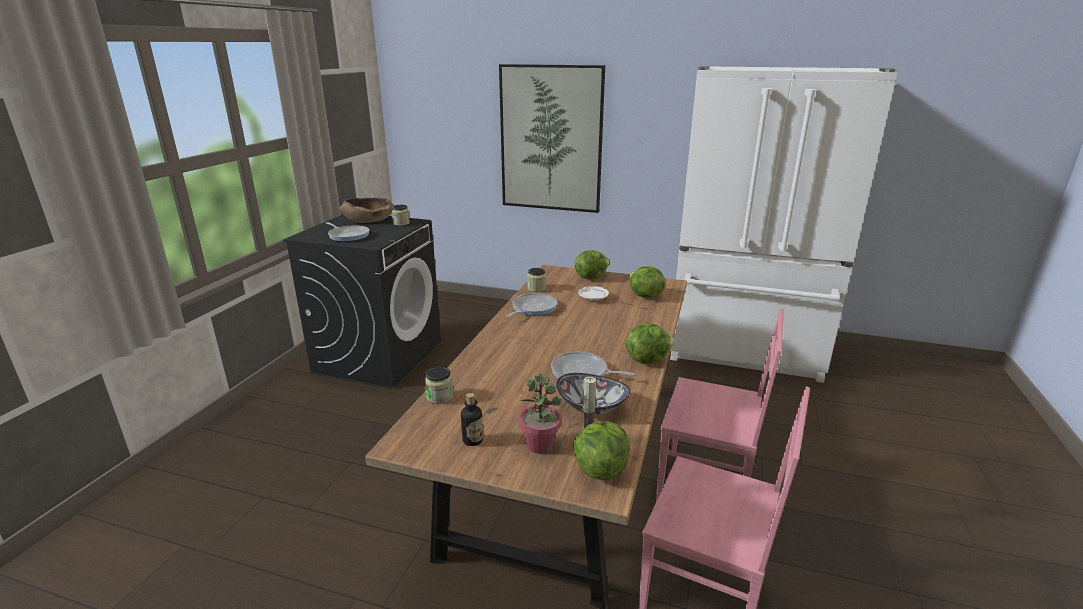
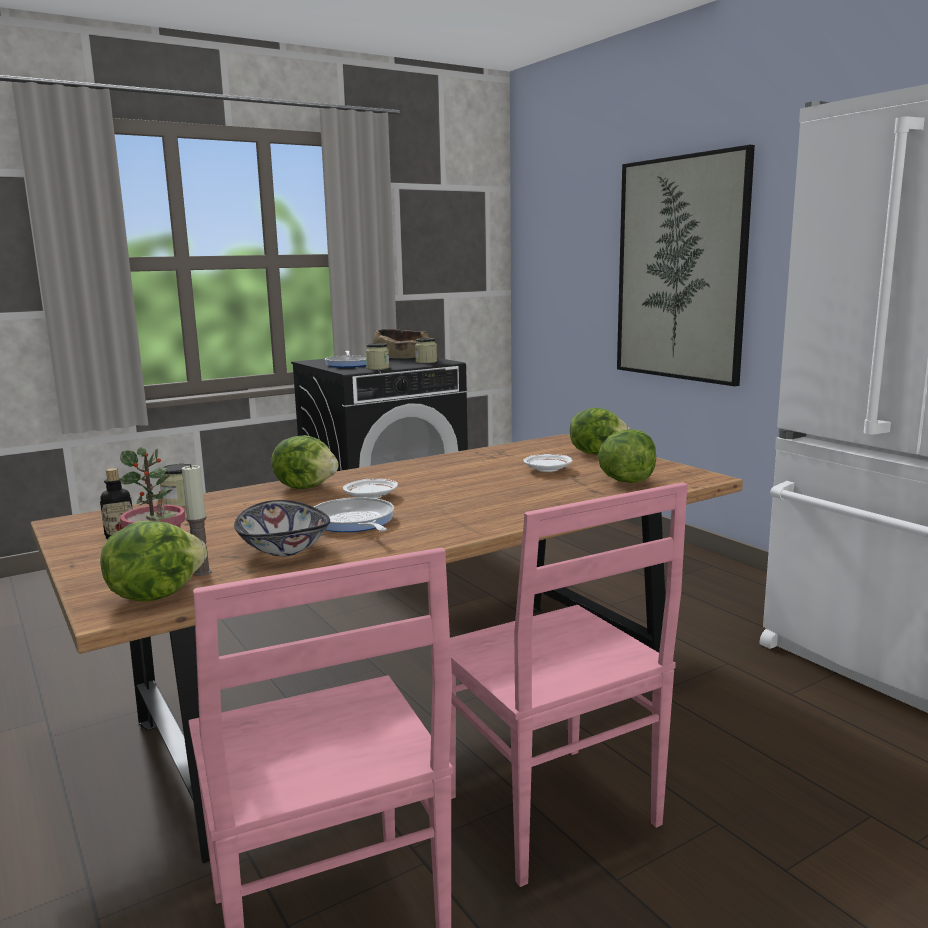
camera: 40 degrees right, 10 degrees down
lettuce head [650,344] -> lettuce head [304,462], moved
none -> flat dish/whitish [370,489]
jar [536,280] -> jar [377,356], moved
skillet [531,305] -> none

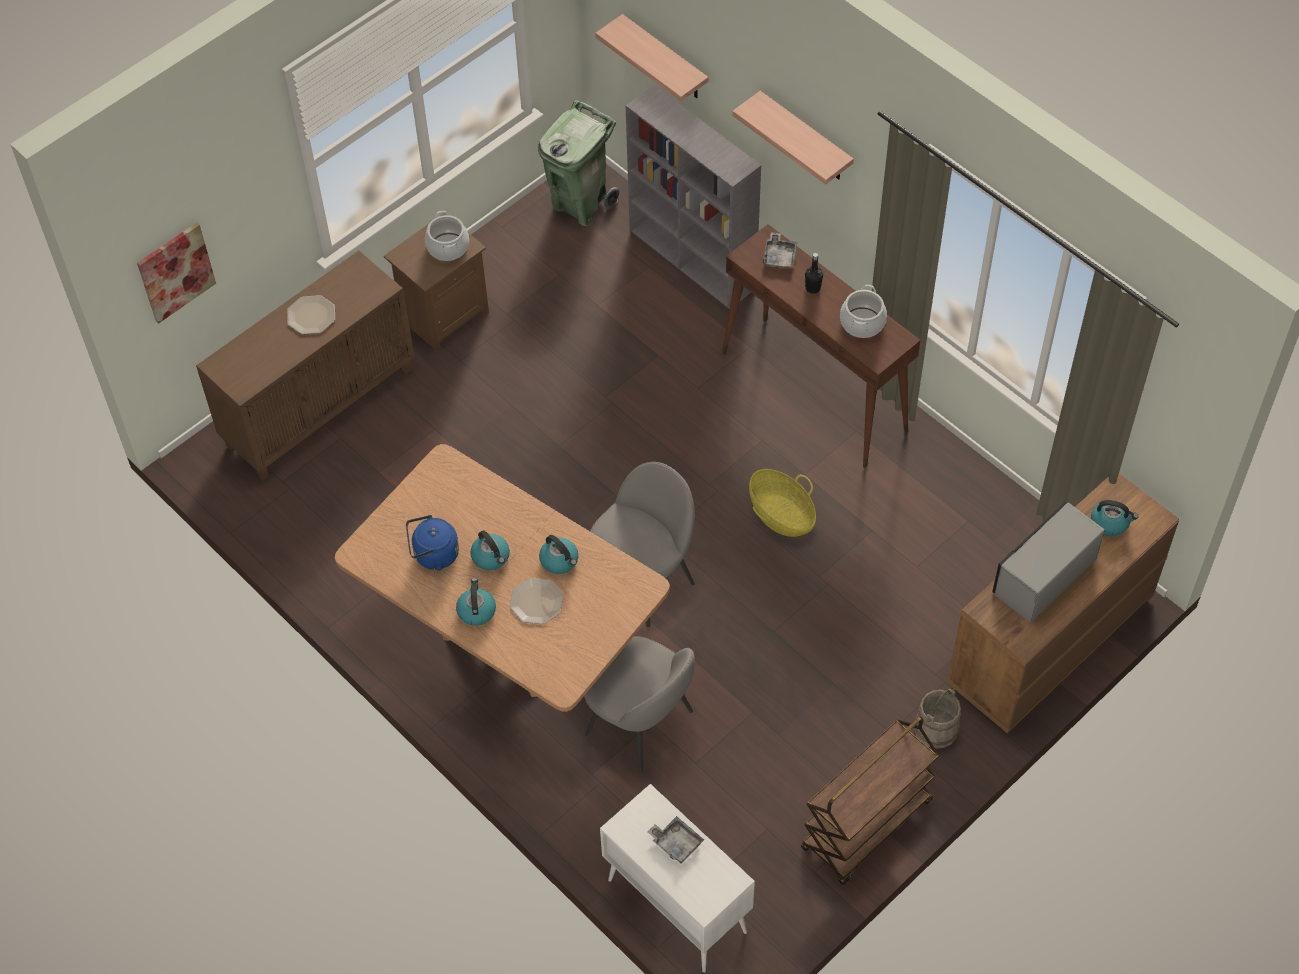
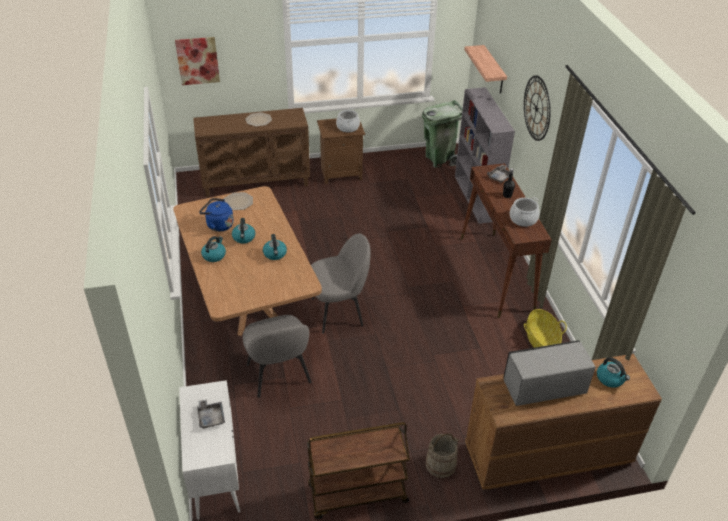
camera: 30 degrees right, 15 degrees down
flat dish [537,601] -> flat dish [238,201], moved
wall shelf [793,138] -> clock on the wall [537,108]
household basket [782,503] -> household basket [545,328], moved

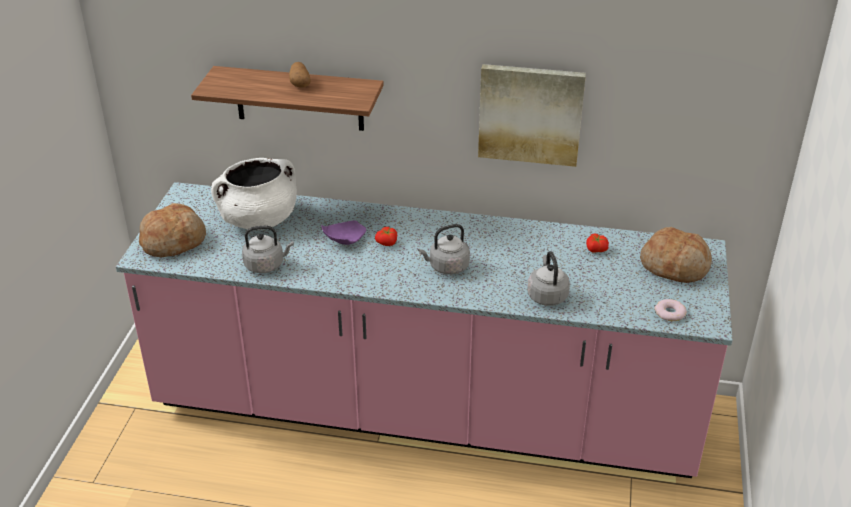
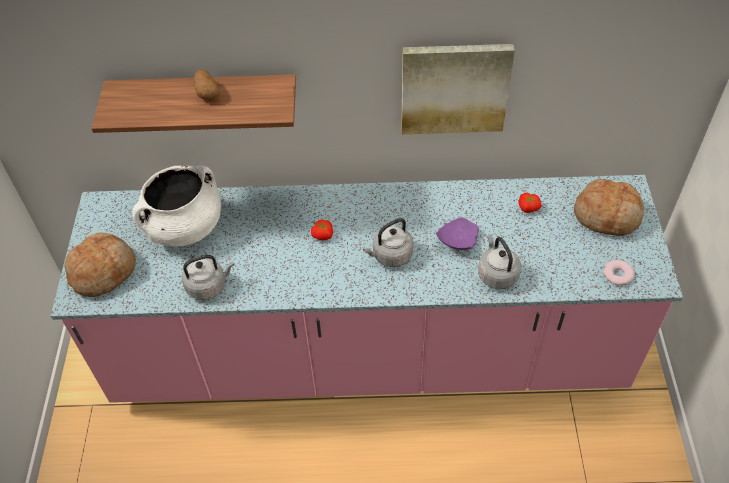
camera: 10 degrees left, 15 degrees up
flat dish/purplish [344,232] -> flat dish/purplish [457,233], moved

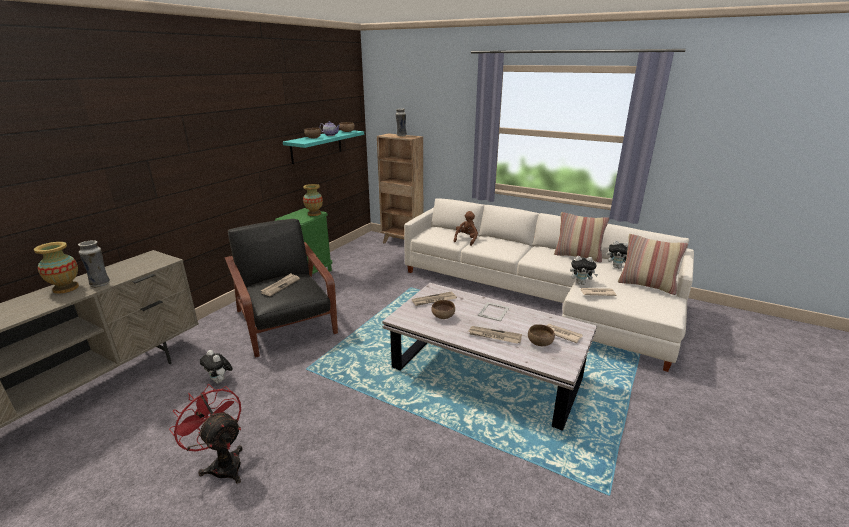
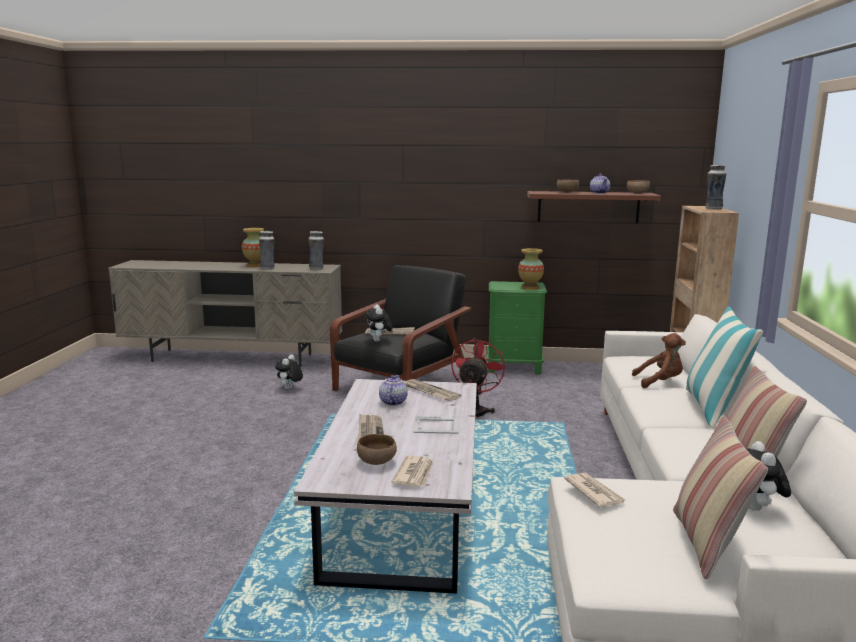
camera: 65 degrees right, 10 degrees down
none -> decorative vase [316,250]
soft toy [584,270] -> soft toy [378,323], moved
serving bowl/brownish [443,309] -> pot for tea [393,390]
cooling fan/reddish [206,434] -> cooling fan/reddish [478,378], moved
wall shelf/blue-green [323,147] -> wall shelf/brownish [594,207]
none -> cushion [724,367]

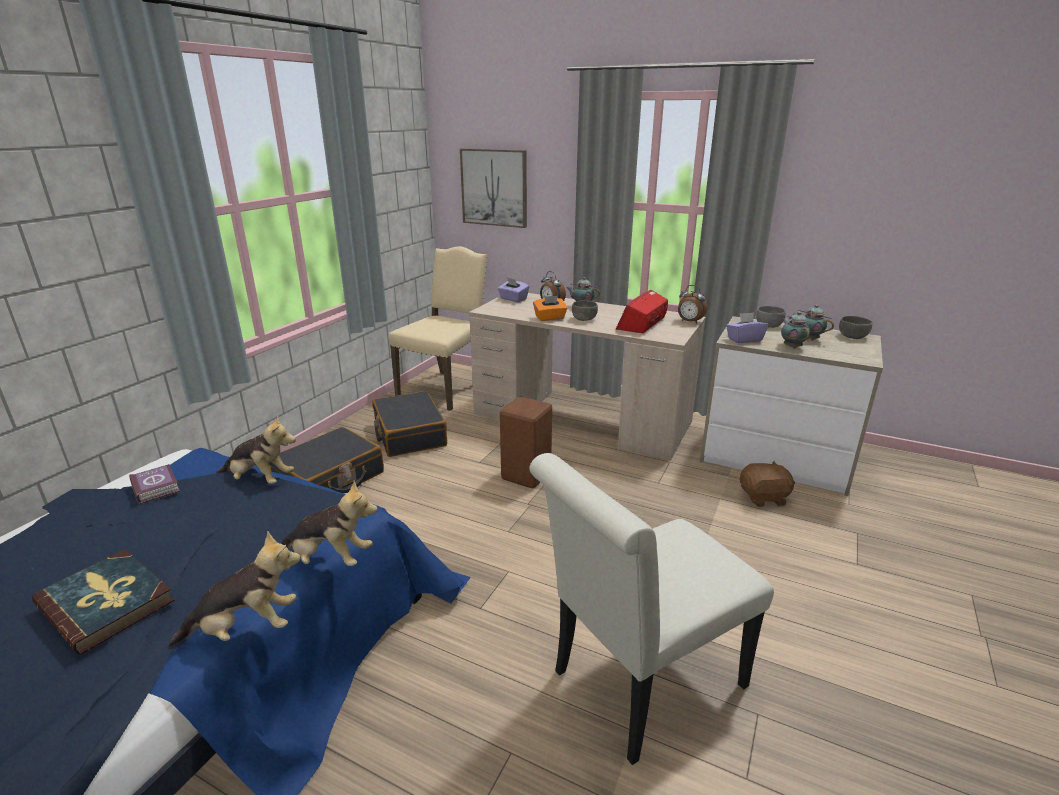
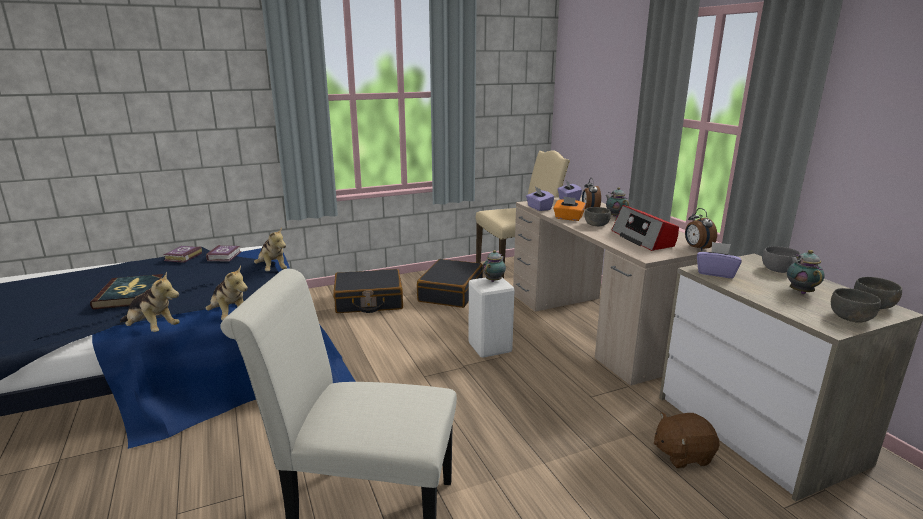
camera: 40 degrees right, 5 degrees down
none -> volume [182,254]
stool/brownish [526,442] -> stool/whitish [491,318]
pot for tea [795,330] -> pot for tea [494,266], moved
none -> tissue box/purplish [540,199]
radio set [641,311] -> radio set [645,228], 90 degrees counterclockwise
soft toy/brownish [767,484] -> soft toy/brownish [686,440], 135 degrees clockwise
none -> serving bowl/gray [856,305]
picture [493,188] -> none

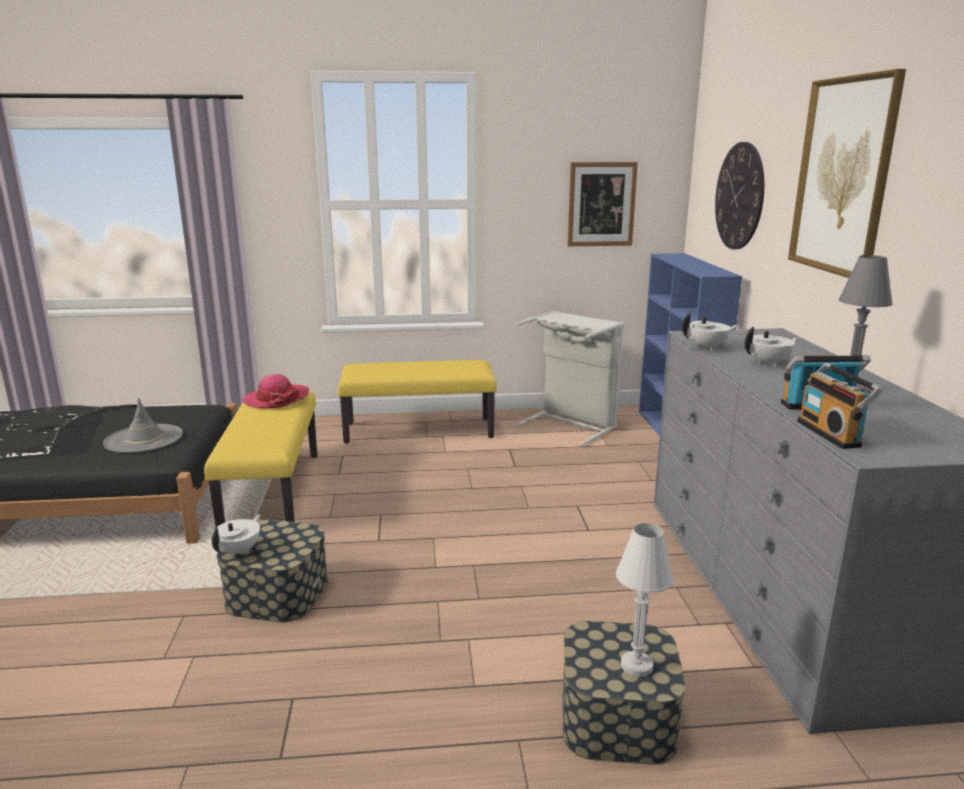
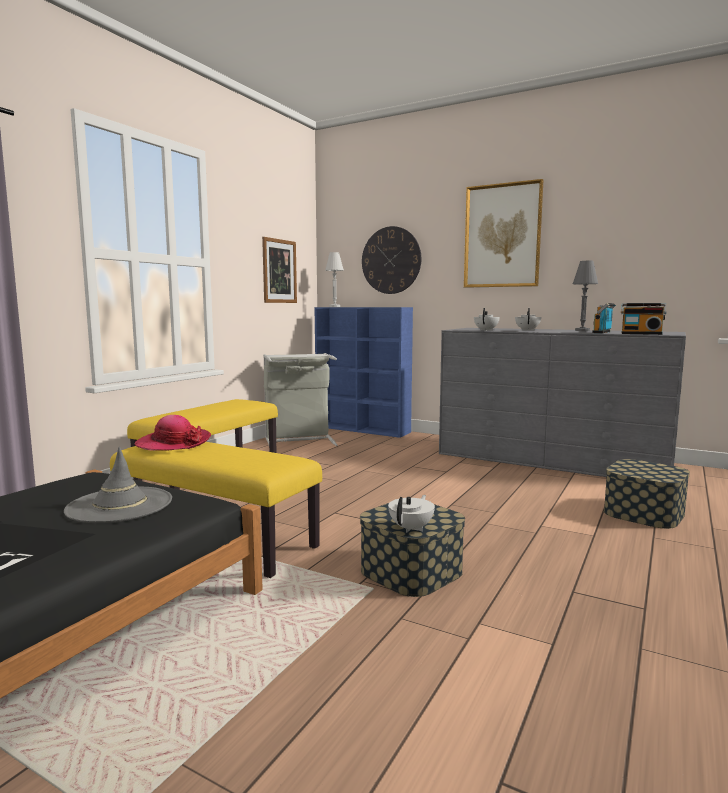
camera: 55 degrees left, 10 degrees down
lamp for a table/whitish [645,600] -> lamp for a table/whitish [334,279], moved
pot for tea/whitish [236,535] -> pot for tea/whitish [411,514], 60 degrees clockwise

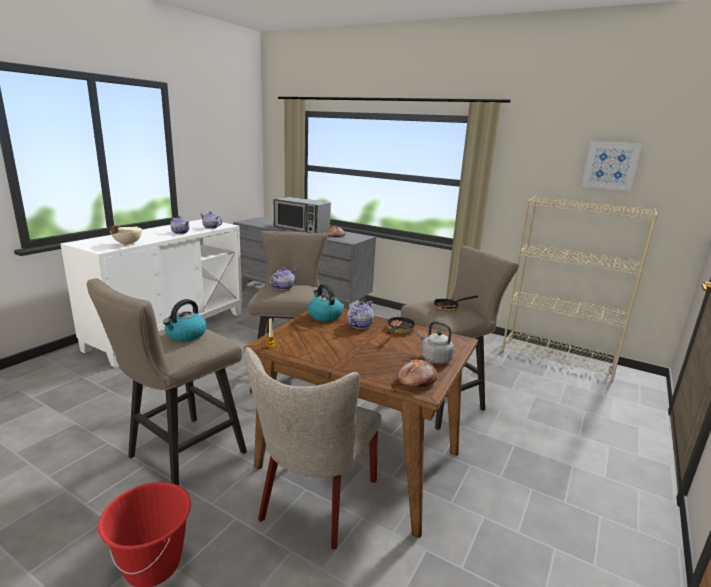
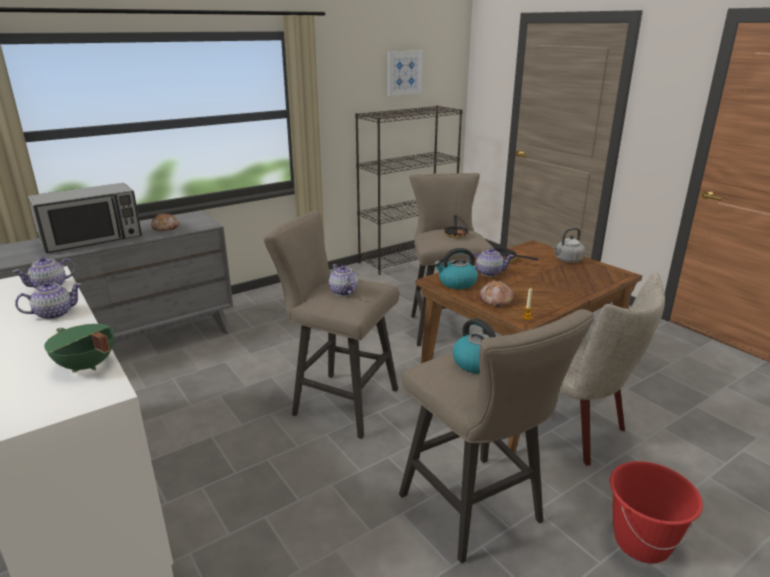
camera: 65 degrees left, 5 degrees up
saucepot/beige-coloured [126,235] -> saucepot/green-coloured [79,348]
shelving unit/beige-coloured [580,288] -> shelving unit/black-coloured [409,190]
pot for tea [360,315] -> pot for tea [490,262], 135 degrees clockwise
bread [417,373] -> bread [497,293], moved

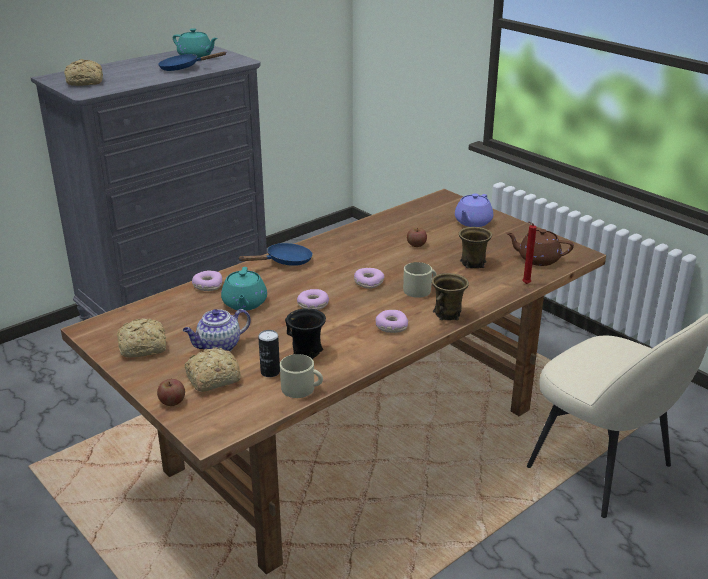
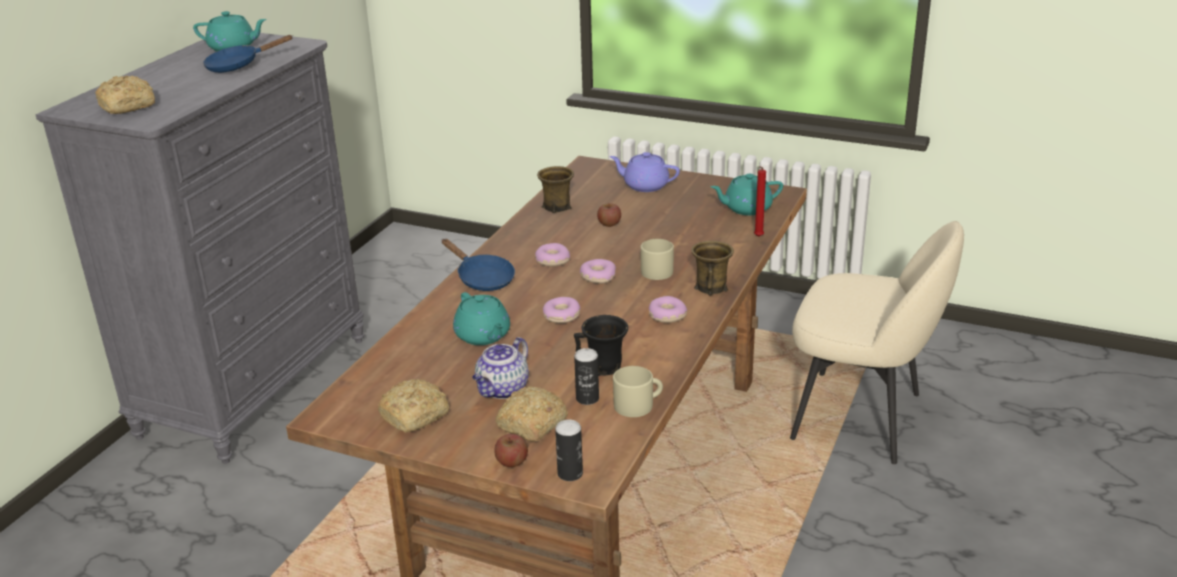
camera: 25 degrees left, 0 degrees up
skillet/blue-coloured [276,254] -> skillet/blue-coloured [478,265], 105 degrees clockwise
doughnut [207,281] -> doughnut [552,255], moved
coffee mug/brownish [475,247] -> coffee mug/brownish [555,189], moved
none -> can [569,450]
pot for tea/purplish [474,210] -> pot for tea/purplish [644,172], 105 degrees clockwise
pot for tea/brownish [540,247] -> pot for tea/blue-green [746,194]

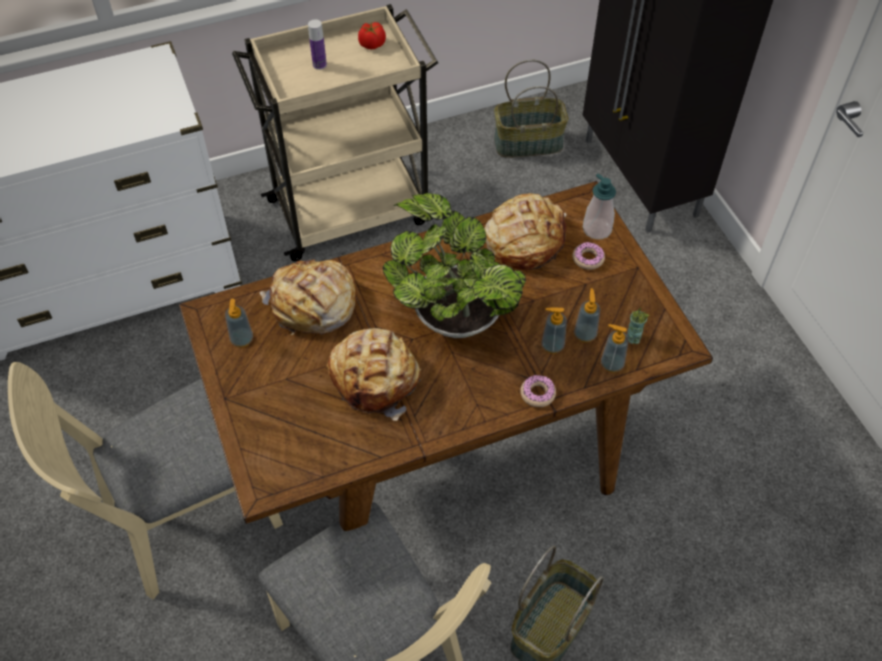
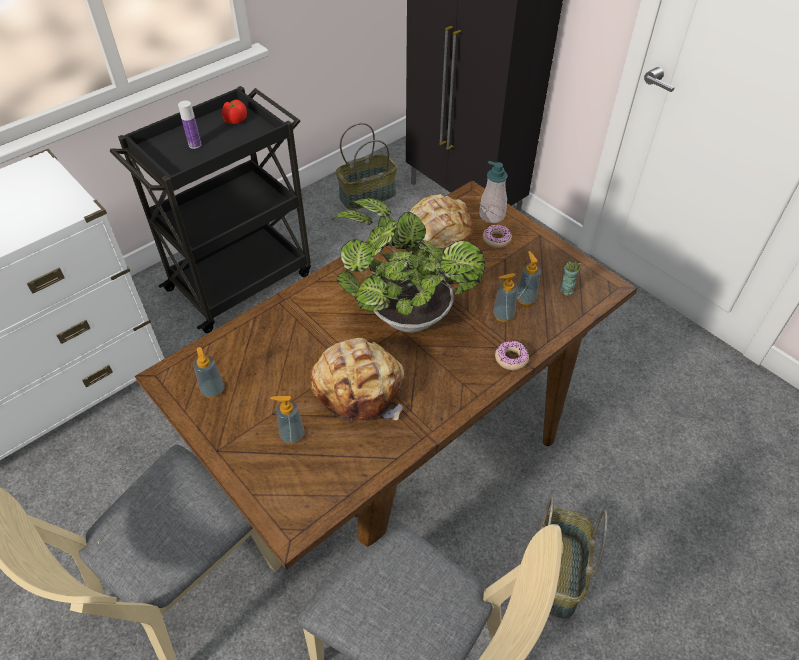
camera: 20 degrees left, 5 degrees down
wheeled cart/beige-coloured [335,132] -> wheeled cart/black-coloured [210,209]
liquid soap bottle [615,348] -> liquid soap bottle [288,420], moved
bread [308,297] -> none

